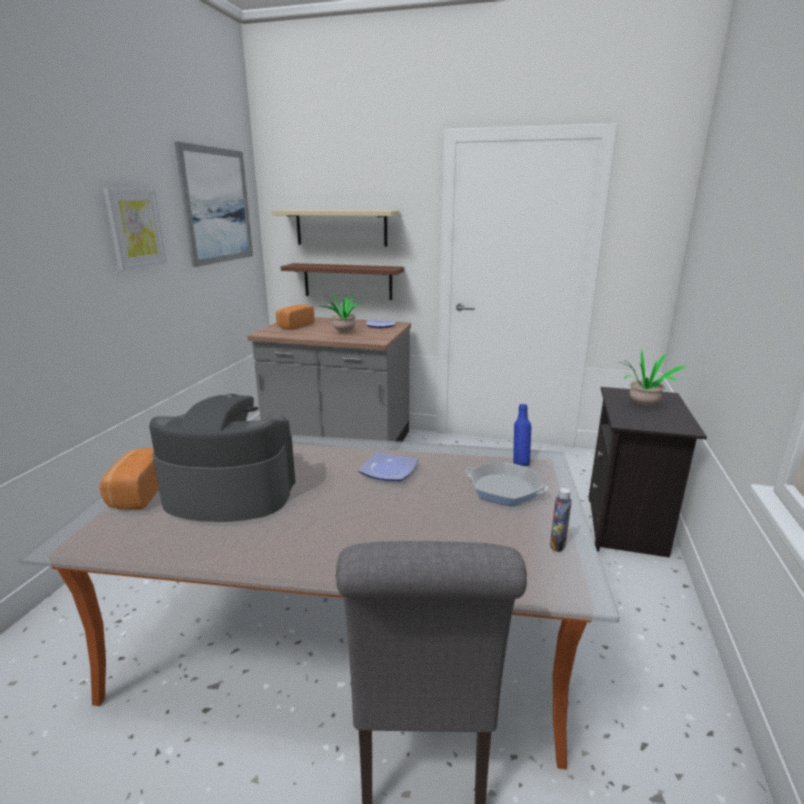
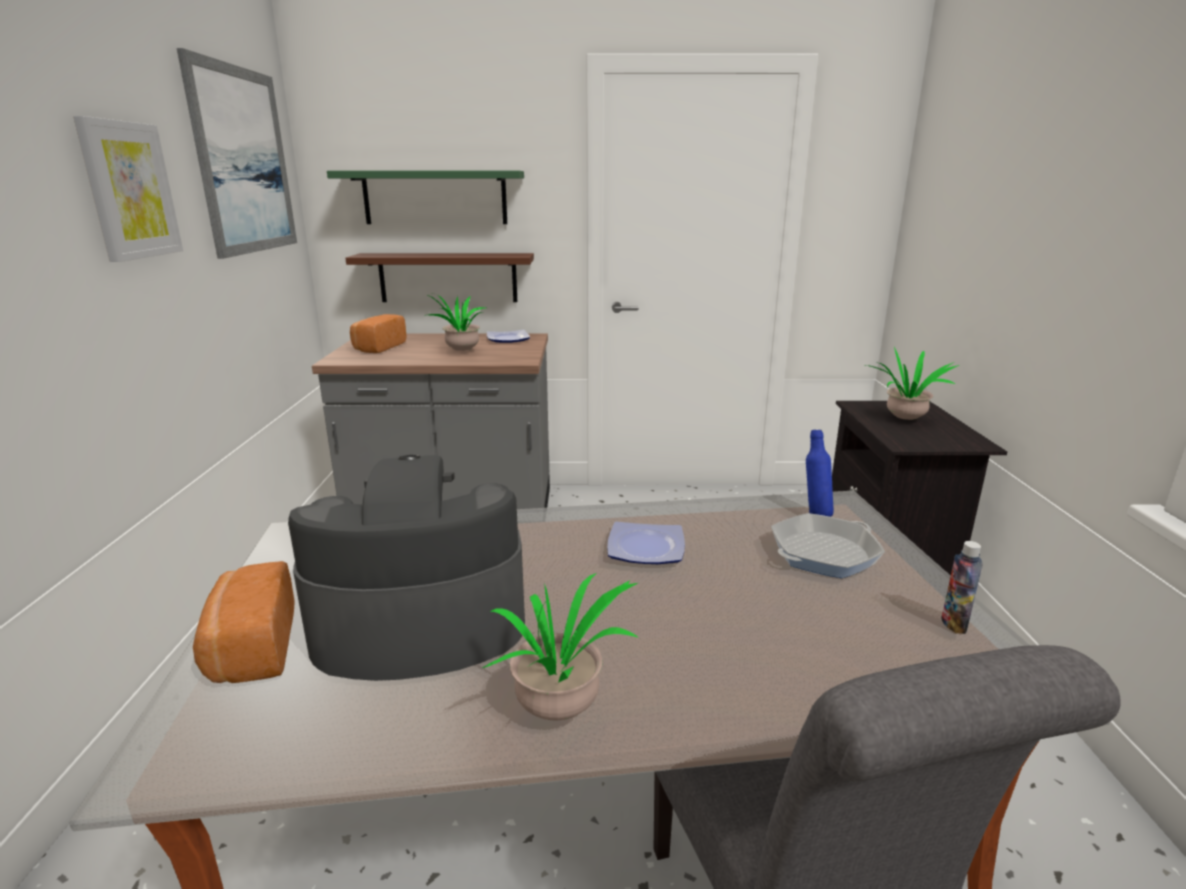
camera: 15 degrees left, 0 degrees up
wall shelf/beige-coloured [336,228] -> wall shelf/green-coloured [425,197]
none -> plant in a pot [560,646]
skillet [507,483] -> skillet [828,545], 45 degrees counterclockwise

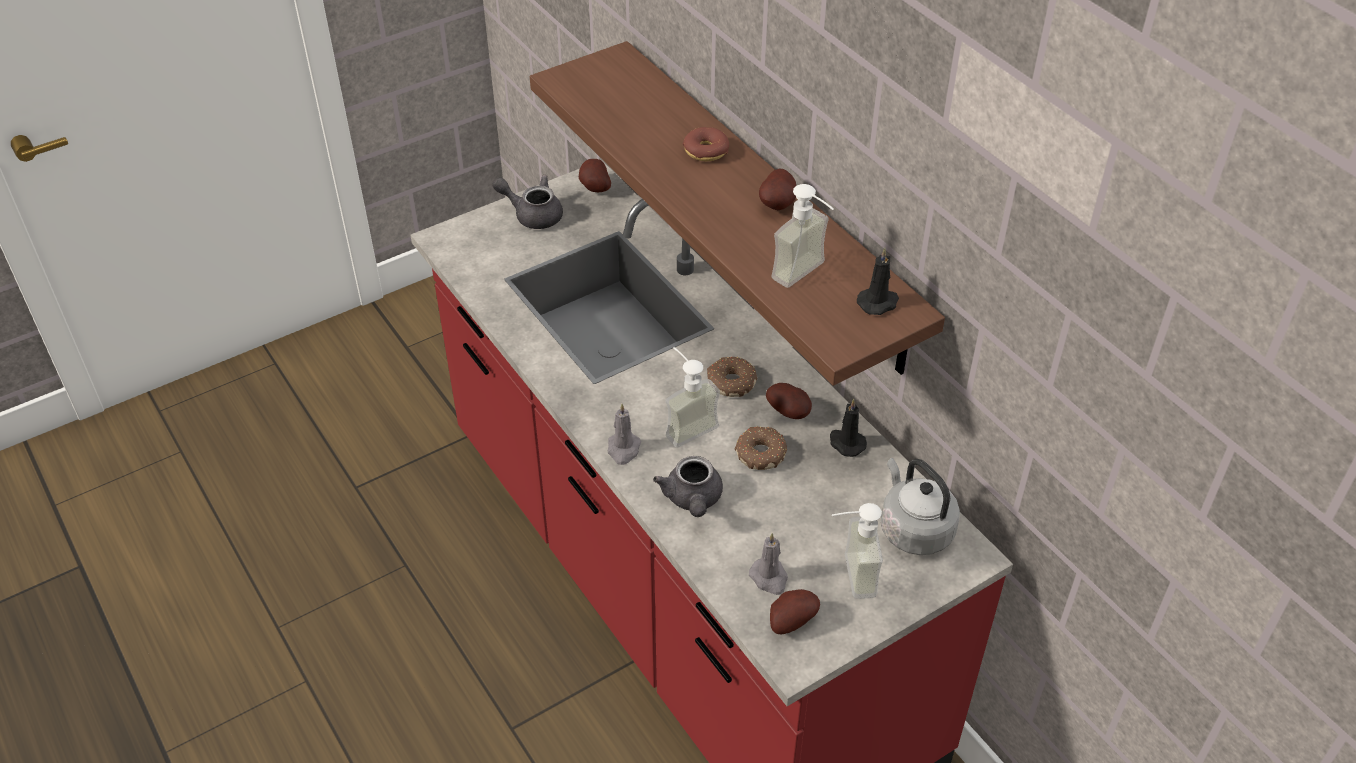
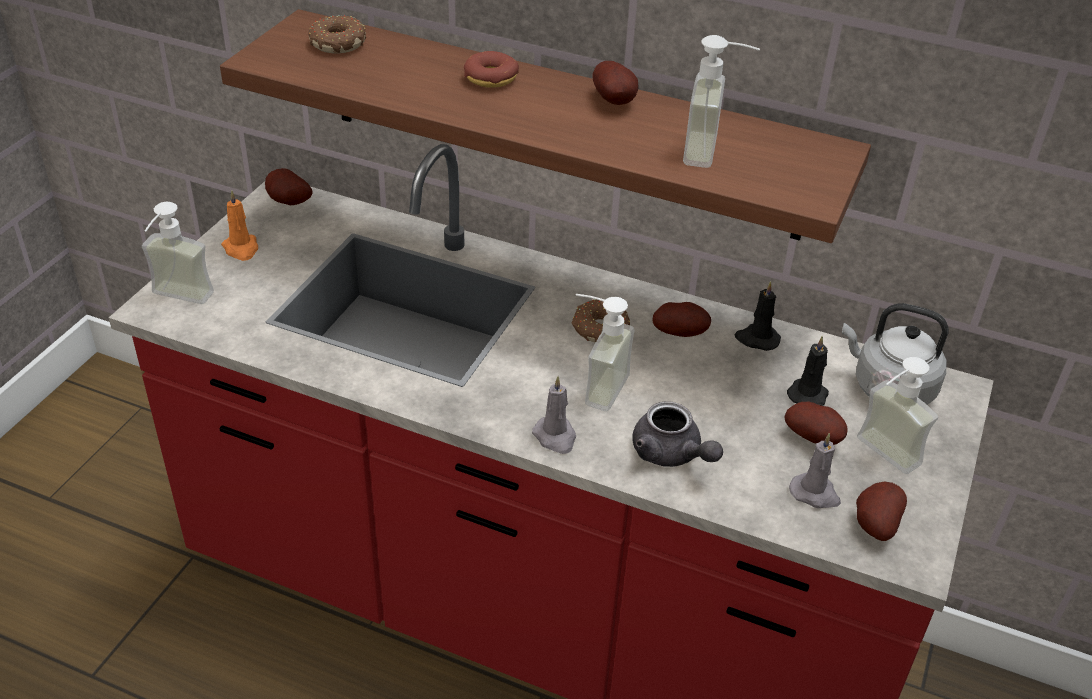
camera: 35 degrees left, 5 degrees down
none -> liquid soap bottle [178,253]
pot for tea/gray [527,202] -> candle/orange [239,225]
doughnut [761,448] -> doughnut [337,34], moved
none -> whole potato [816,423]
candle/black-coloured [878,281] -> candle/black-coloured [808,371], moved

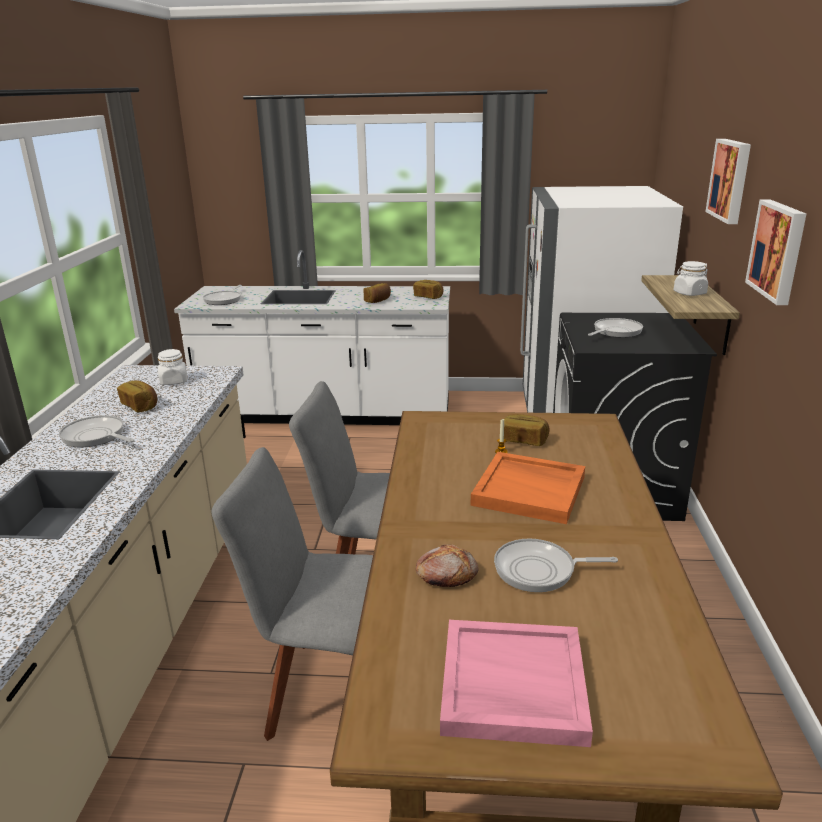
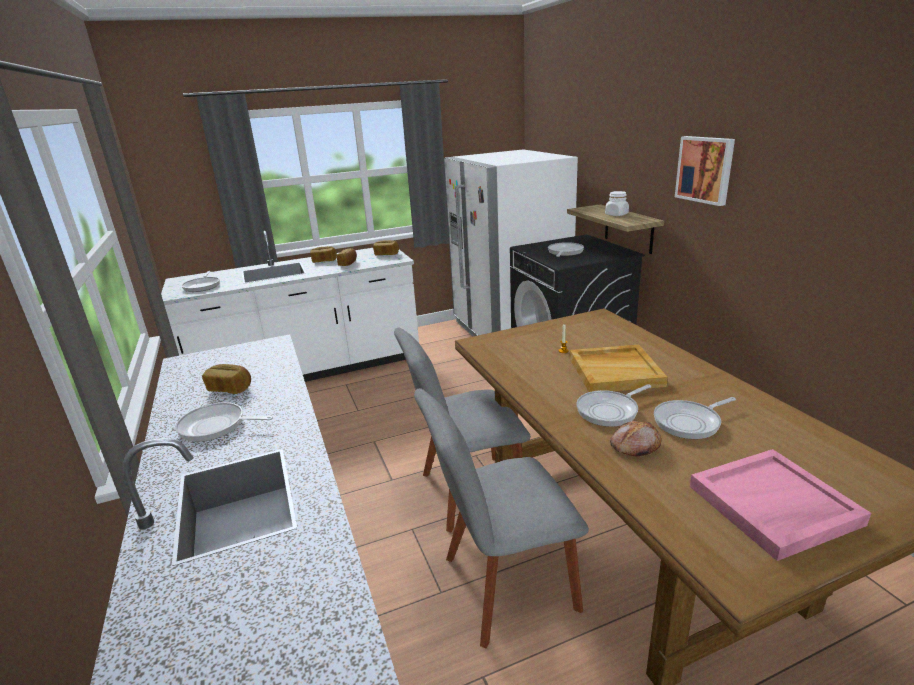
camera: 25 degrees left, 0 degrees up
bread [527,430] -> bread [323,254], moved
tray/orange [528,488] -> tray/beige-coloured [619,368]
none -> skillet [613,405]
jar/whitish [172,367] -> none
picture [728,181] -> none

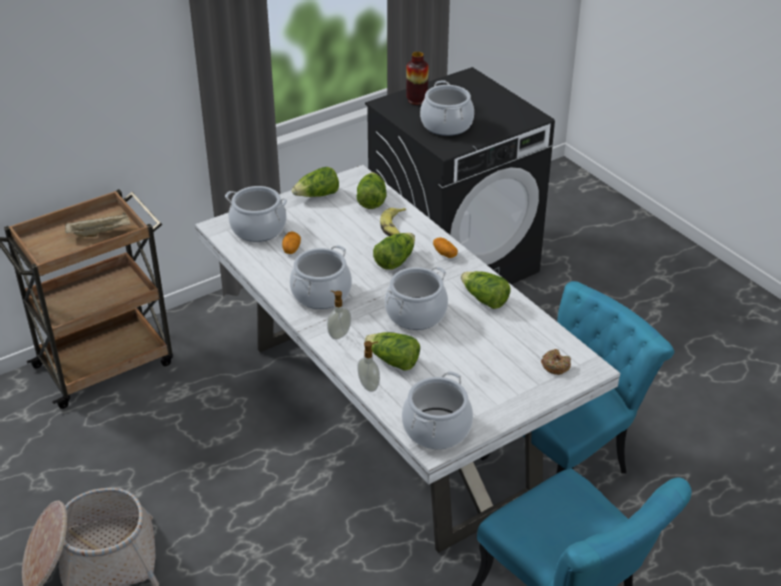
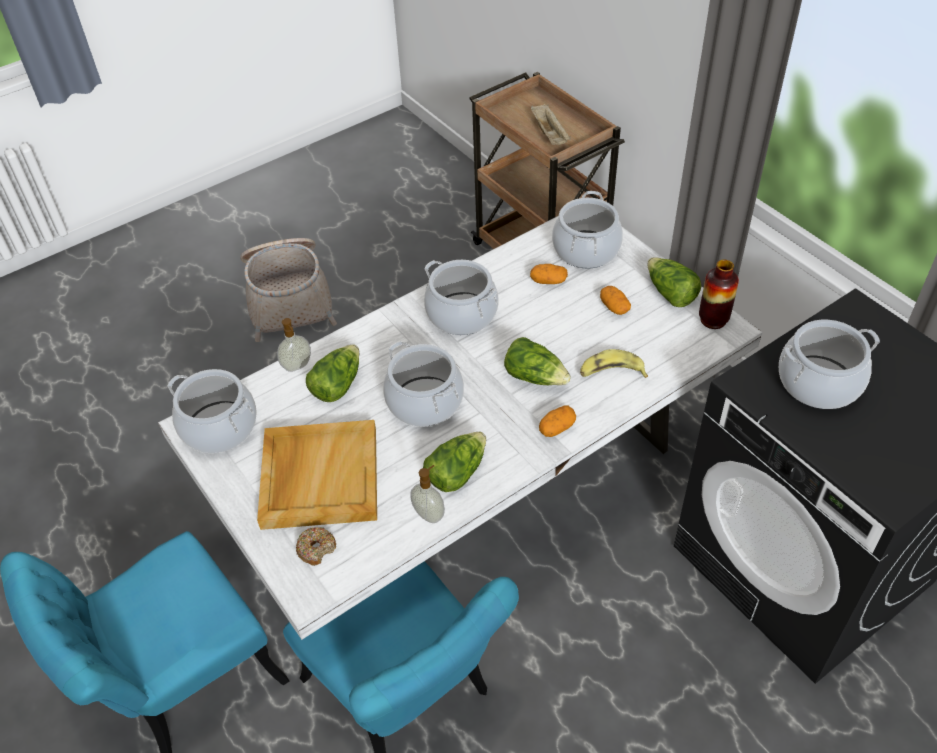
camera: 90 degrees right, 10 degrees up
none -> tray/beige-coloured [317,475]
liquid soap bottle [339,315] -> liquid soap bottle [427,494], moved
none -> whole potato [615,300]
decorative vase [417,78] -> decorative vase [719,294], moved
lettuce head [372,190] -> none

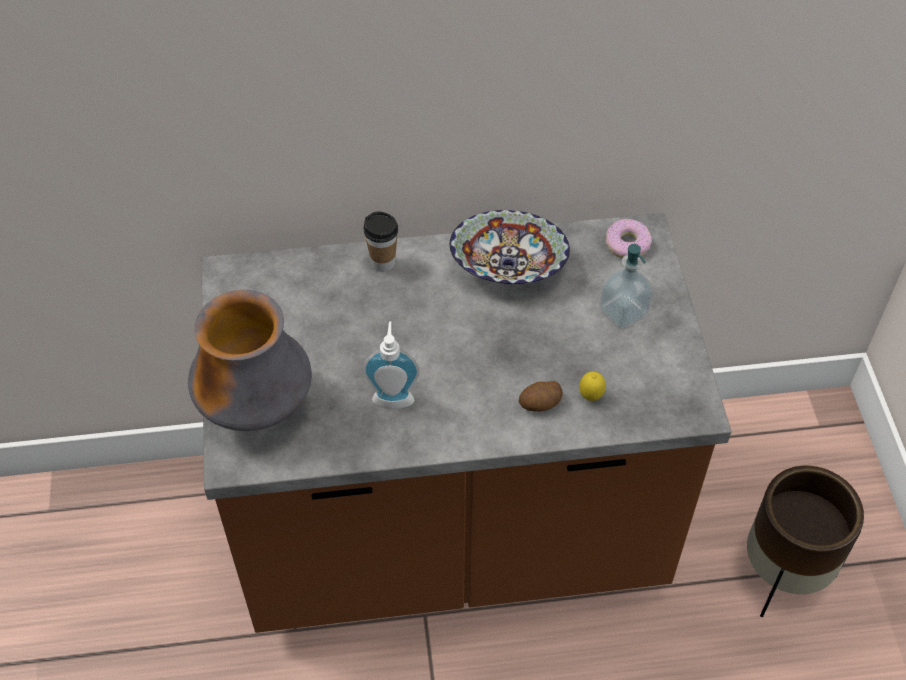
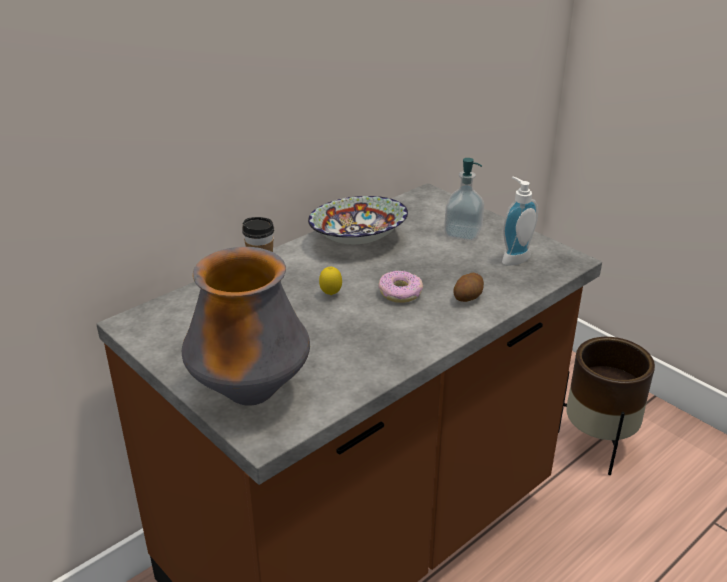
camera: 35 degrees left, 20 degrees down
lemon [592,386] -> lemon [330,280], moved
doughnut [629,238] -> doughnut [400,286], moved
liquid soap bottle [391,365] -> liquid soap bottle [520,221], moved

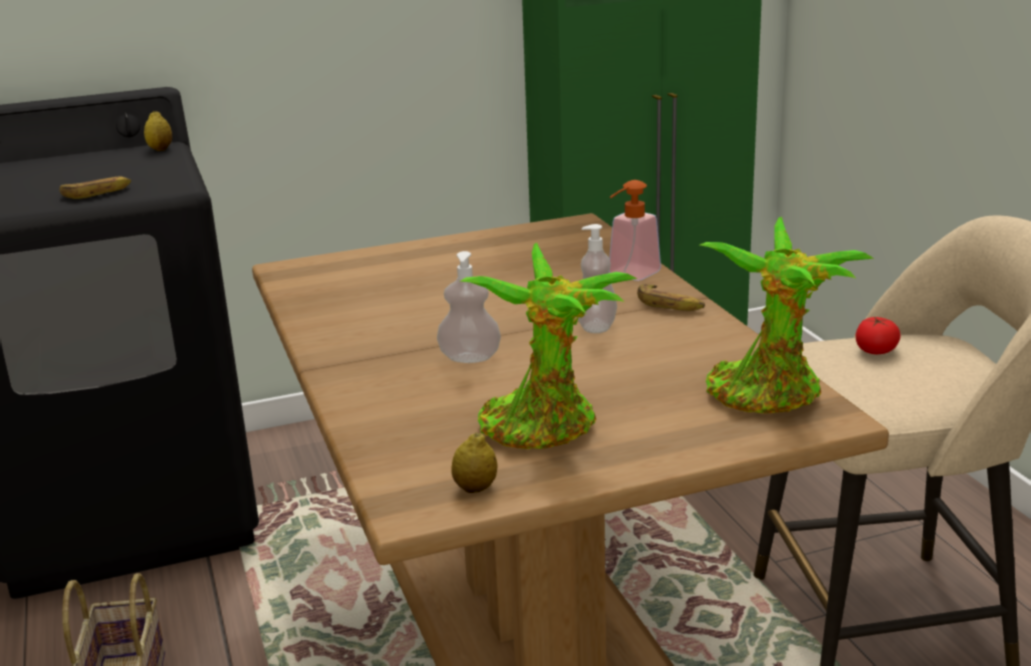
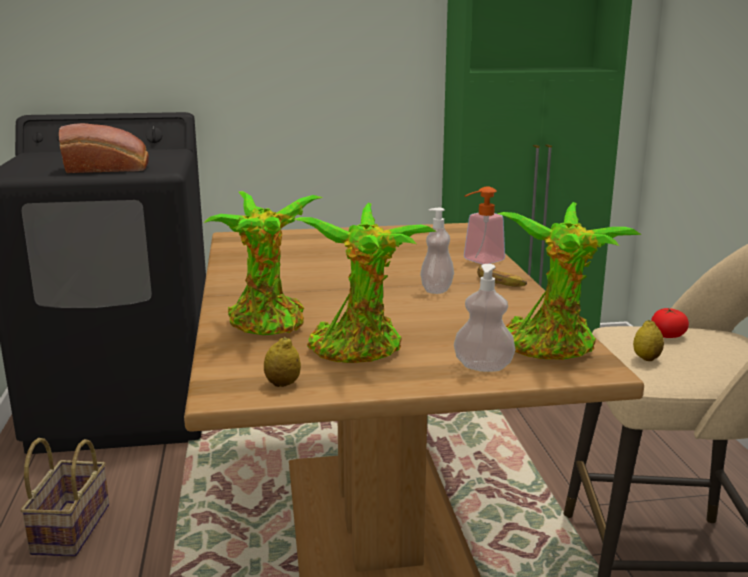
camera: 10 degrees right, 5 degrees down
whole banana [95,188] -> bread [104,148]
none -> plant in a pot [263,263]
liquid soap bottle [469,307] -> liquid soap bottle [484,318], moved
lemon [158,131] -> lemon [648,340], moved

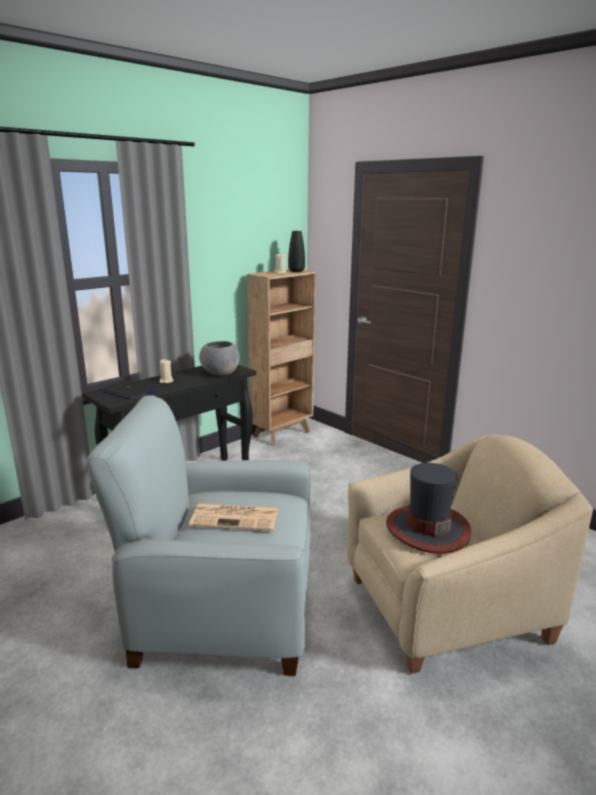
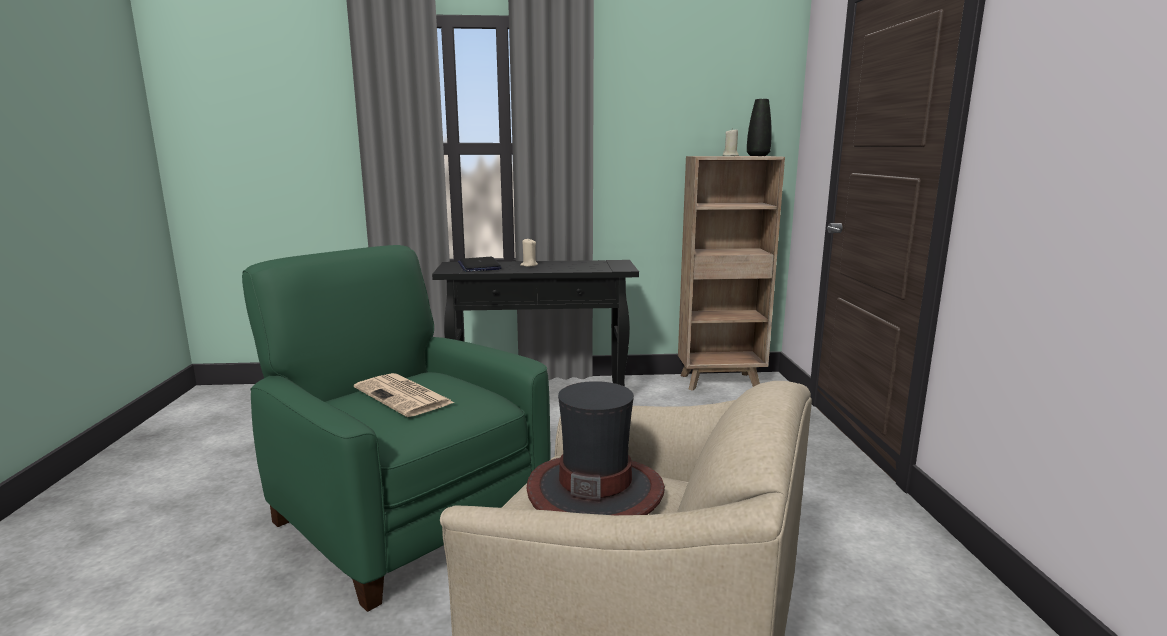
camera: 40 degrees right, 5 degrees down
easy chair/gray [198,535] -> easy chair/green-coloured [396,428]
serving bowl/gray [219,358] -> none

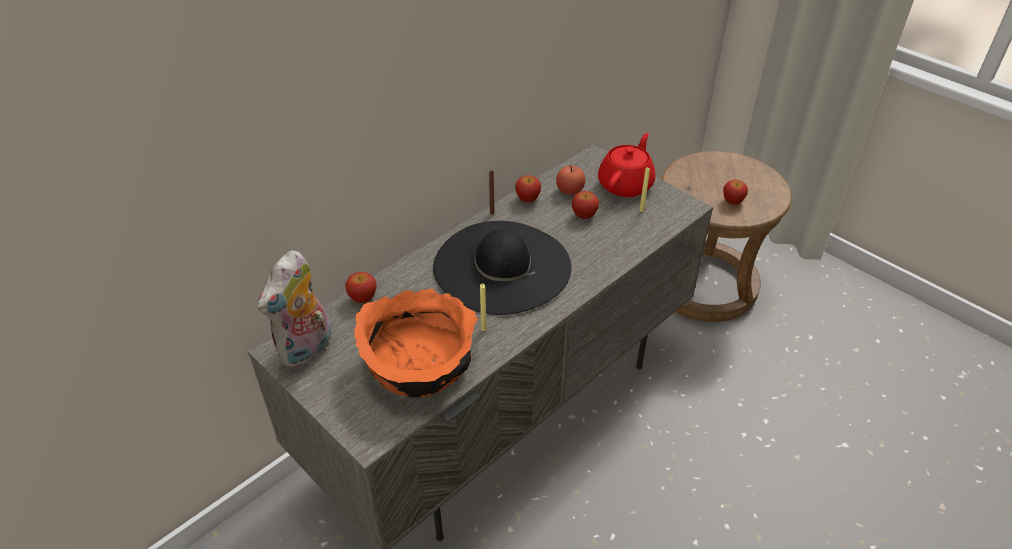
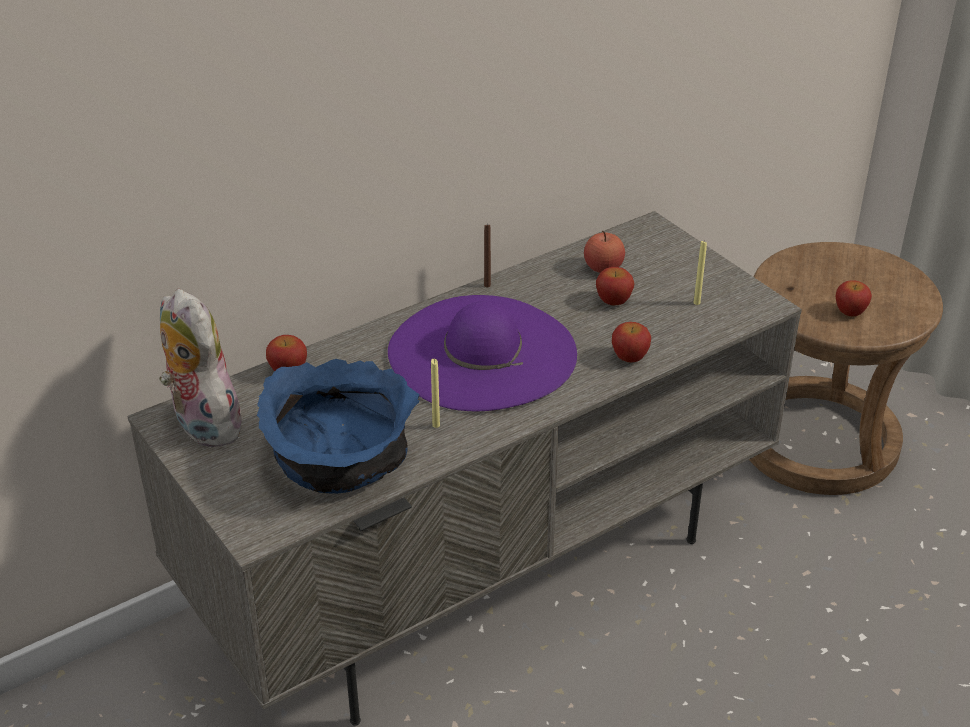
camera: 10 degrees right, 5 degrees down
soft toy [295,309] -> soft toy [200,368], 105 degrees clockwise
serving bowl/orange [416,343] -> serving bowl/blue-coloured [338,426]
hat/black-coloured [502,268] -> hat/purplish [482,353]
whole apple [528,188] -> whole apple [631,342], moved
pot for tea/reddish [626,165] -> none

